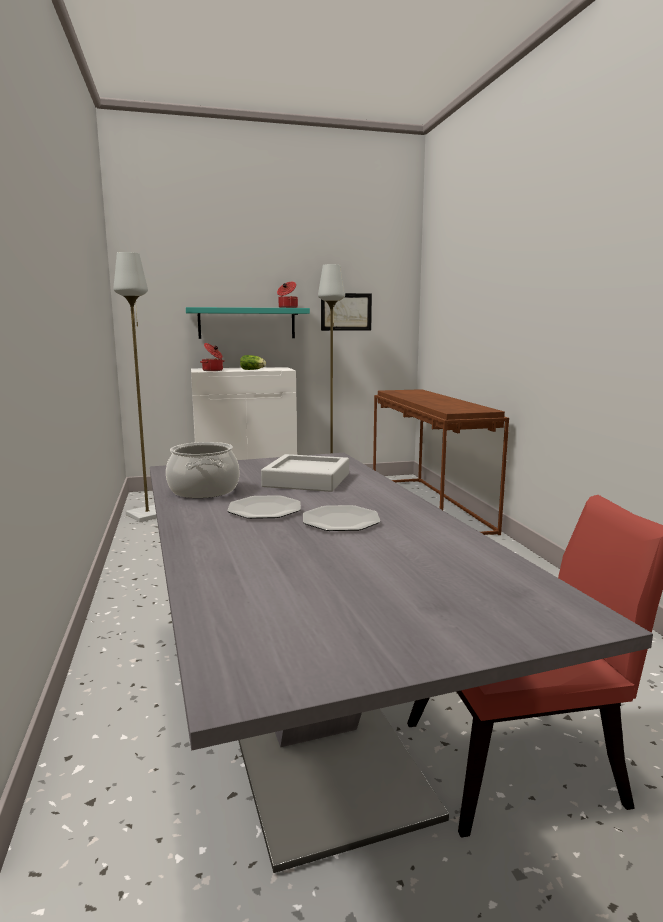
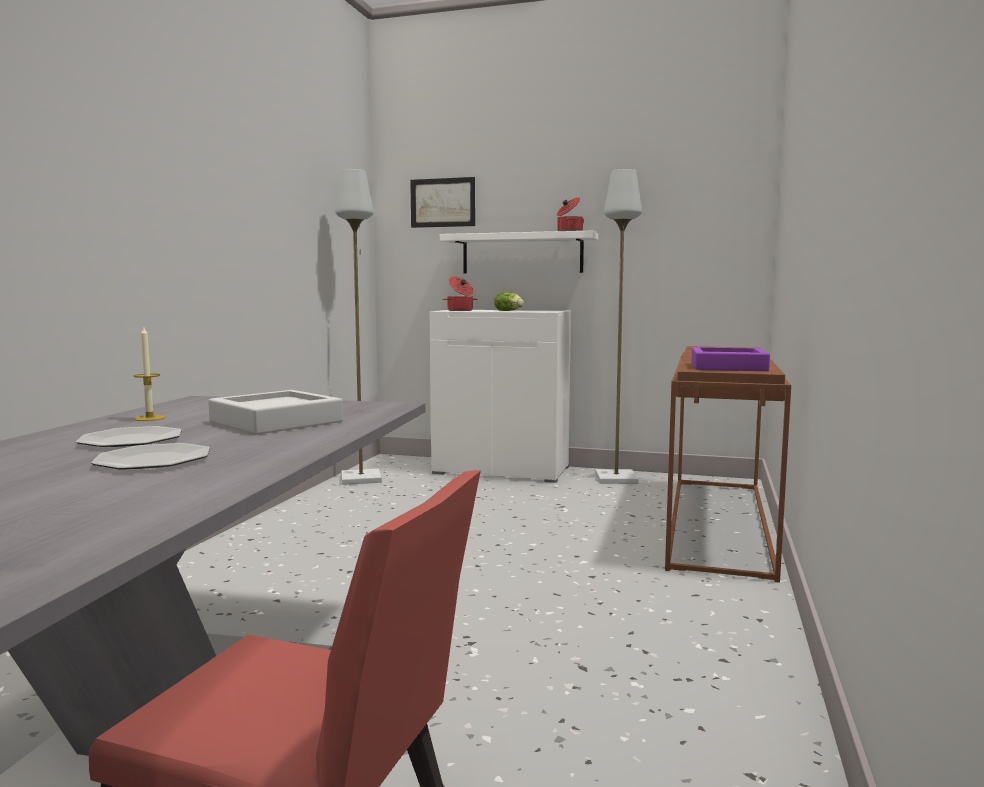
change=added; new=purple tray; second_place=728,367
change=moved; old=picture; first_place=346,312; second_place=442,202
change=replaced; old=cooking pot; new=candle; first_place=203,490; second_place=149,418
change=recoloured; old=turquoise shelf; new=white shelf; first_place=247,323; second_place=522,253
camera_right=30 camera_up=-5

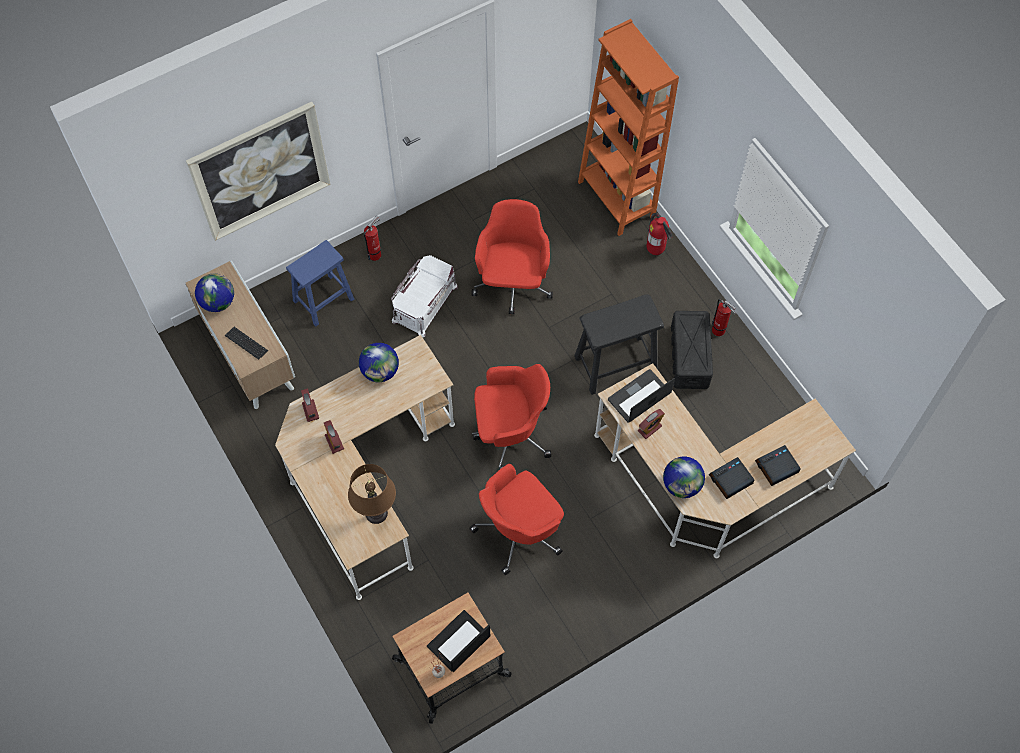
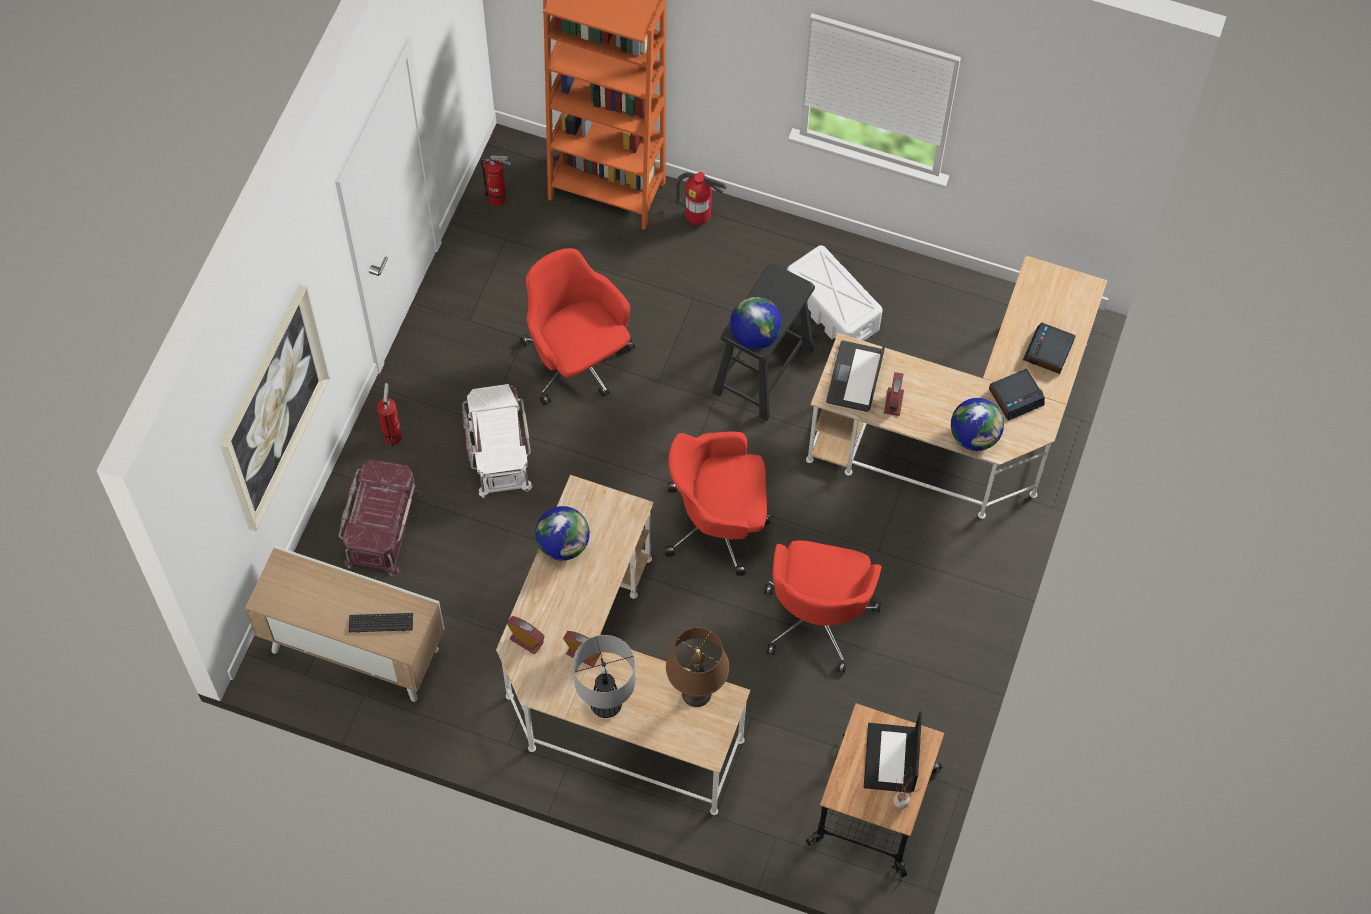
change=added; new=table lamp; second_place=606,705
change=moved; old=globe; first_place=218,302; second_place=754,335
change=moved; old=fire extinguisher; first_place=719,331; second_place=499,198
change=replaced; old=blue stool; new=red storage box; first_place=324,299; second_place=381,526
change=recoloured; old=black storage box; new=white storage box; first_place=689,356; second_place=831,308
change=turned; old=red office chair; first_place=510,433; second_place=718,523; degrees=-135
change=turned; old=alarm clock; first_place=730,480; second_place=1016,396; degrees=-135
camera_right=-40 camera_up=0

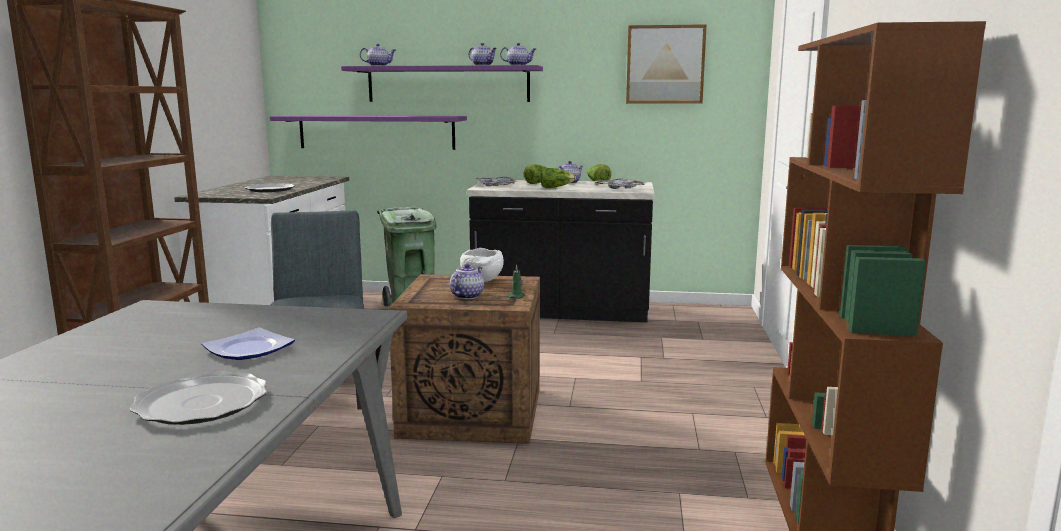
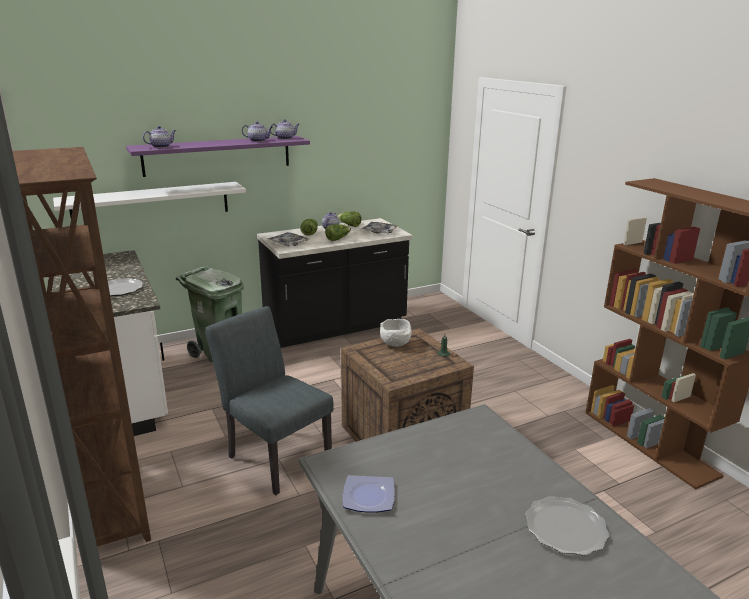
change=removed; old=teapot; first_place=467,296
change=removed; old=picture; first_place=665,64
change=moved; old=plate; first_place=251,350; second_place=369,496
change=recoloured; old=purple shelf; new=white shelf; first_place=376,132; second_place=152,204
camera_right=-35 camera_up=10

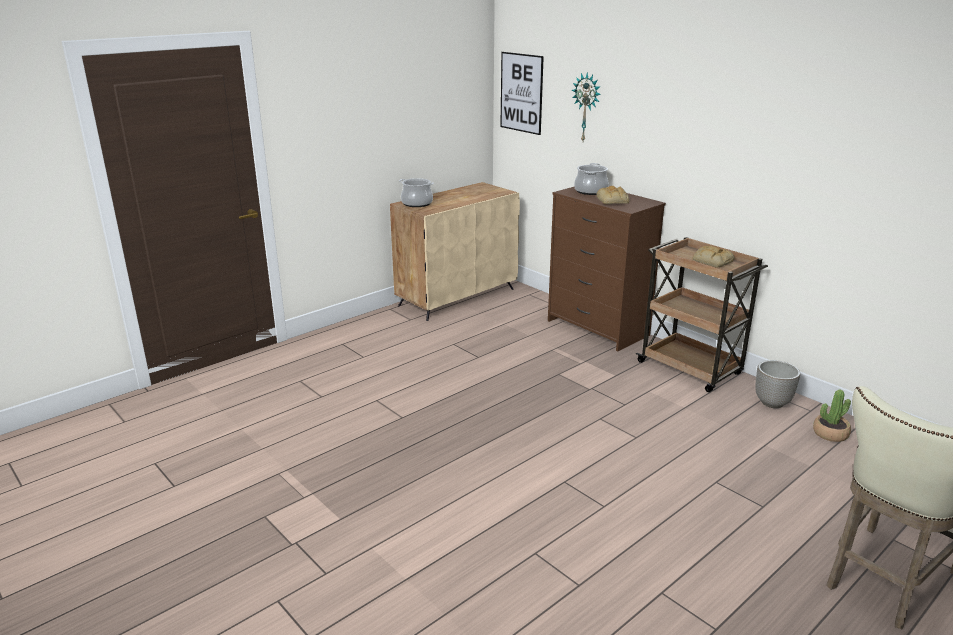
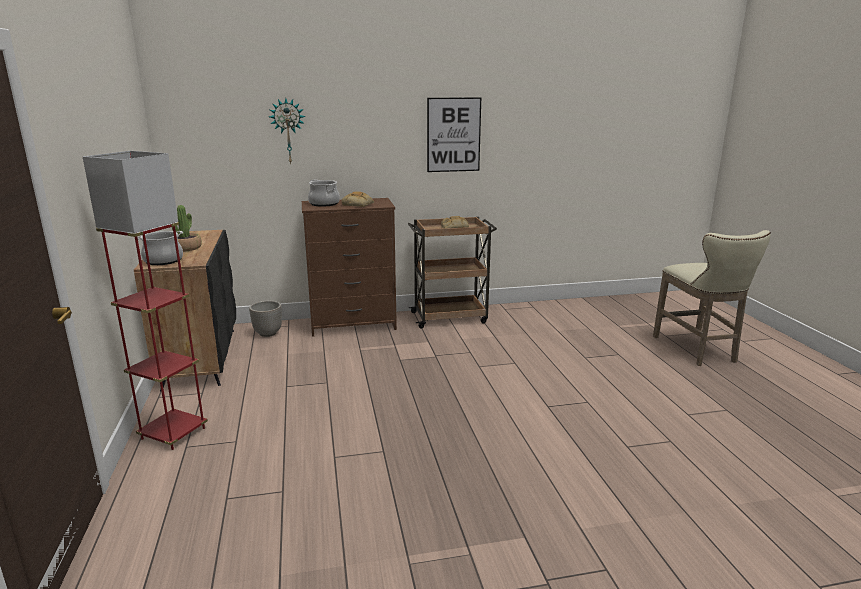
change=added; new=red floor lamp; second_place=173,433
change=moved; old=picture; first_place=521,93; second_place=453,135
change=moved; old=planter; first_place=772,403; second_place=268,333
change=moved; old=potted plant; first_place=830,434; second_place=186,248
change=recoloured; old=beige cabinet; new=black cabinet; first_place=457,297; second_place=200,357
camera_right=-60 camera_up=-5

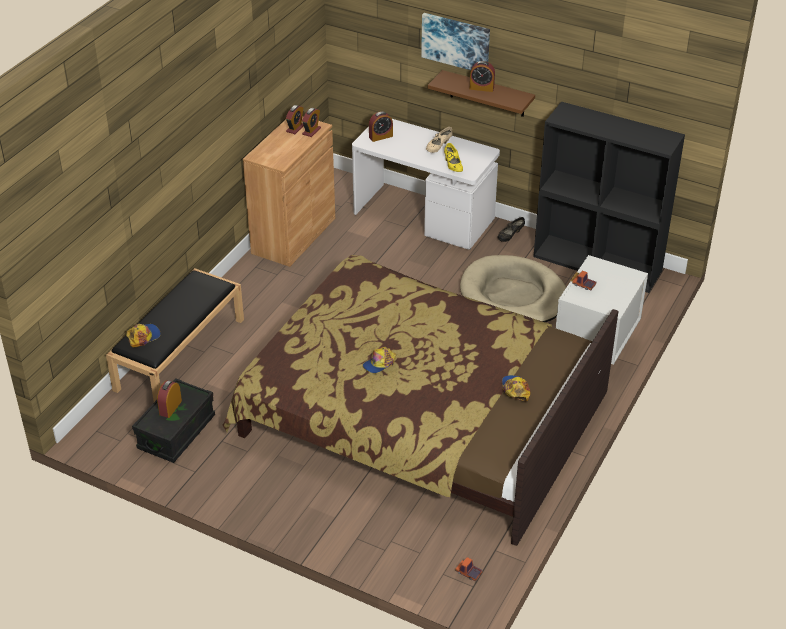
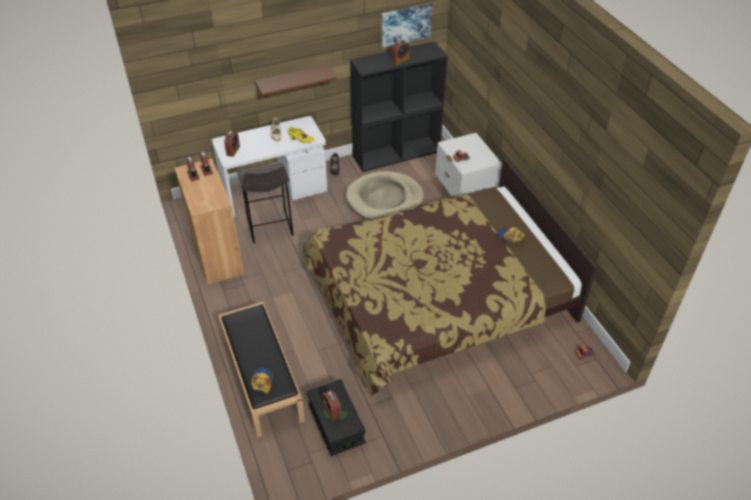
change=removed; old=cap; first_place=379,363
change=added; new=grey stool; second_place=270,228
change=moved; old=picture; first_place=456,42; second_place=406,24
change=moved; old=alarm clock; first_place=481,88; second_place=400,60
camera_right=-50 camera_up=5

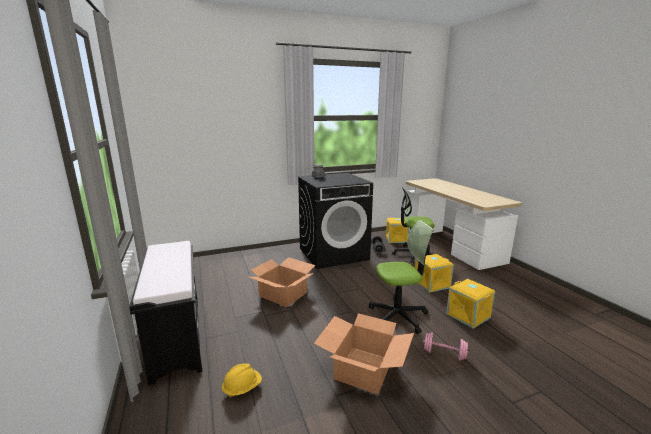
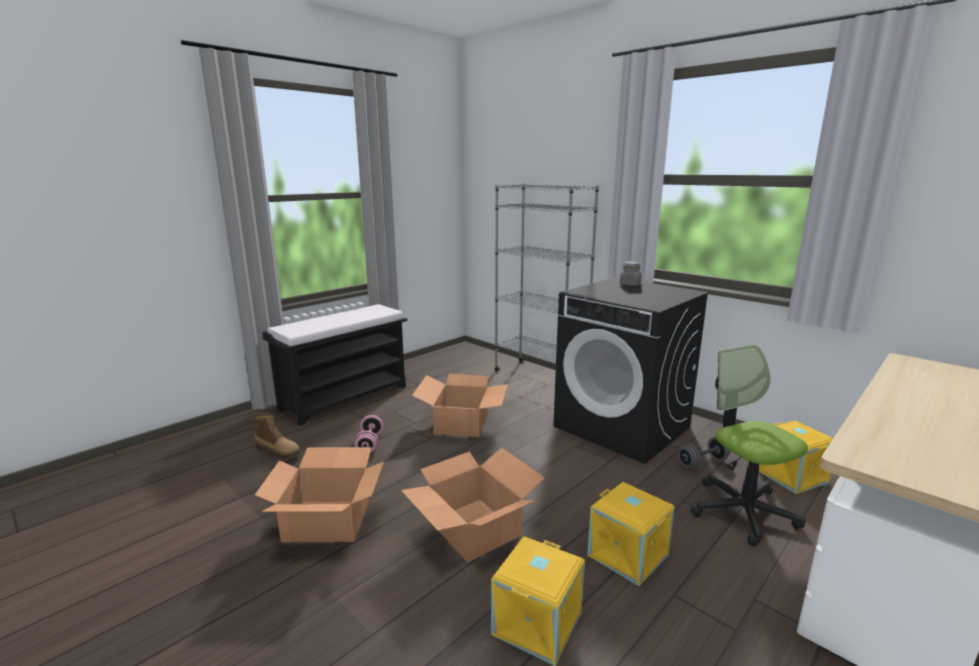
change=added; new=grey bookcase; second_place=539,376
change=moved; old=pink dumbbell; first_place=444,354; second_place=370,443
change=replaced; old=yellow hard hat; new=boot; first_place=242,388; second_place=279,452
change=replaced; old=office chair; new=cardboard box; first_place=398,316; second_place=474,529
camera_right=65 camera_up=0

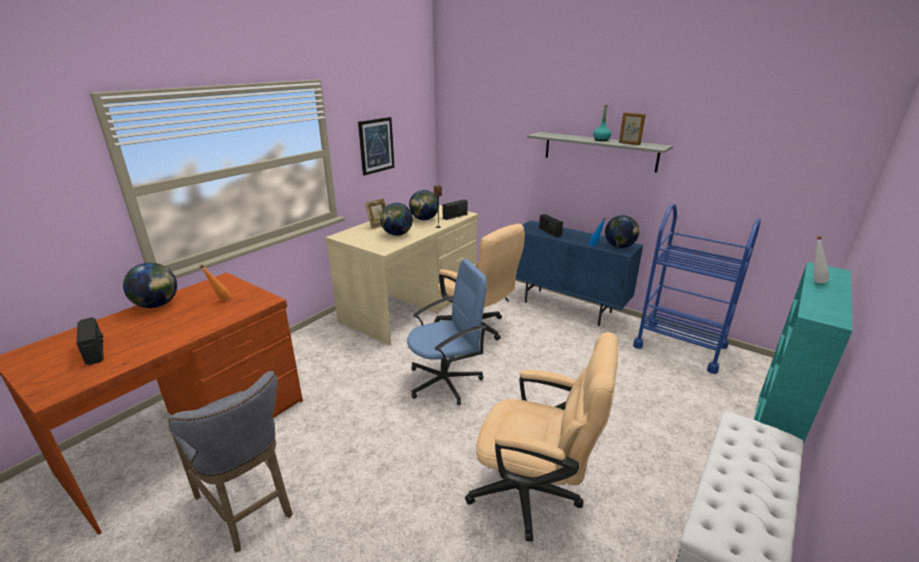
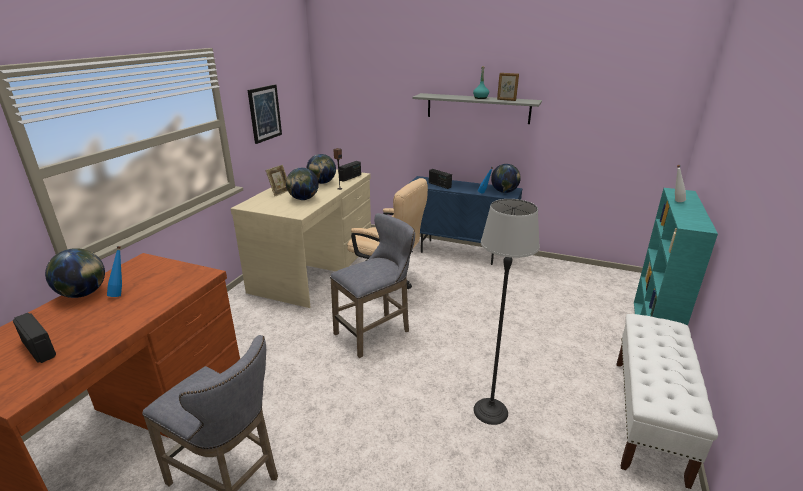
change=removed; old=orange bottle; first_place=221,302
change=removed; old=blue cart; first_place=680,346
change=added; new=blue bottle; second_place=121,293
change=replaced; old=blue office chair; new=grey stool; first_place=445,381; second_place=376,332
change=replaced; old=beige office chair; new=floor lamp; first_place=534,493; second_place=490,411
camera_right=-15 camera_up=0

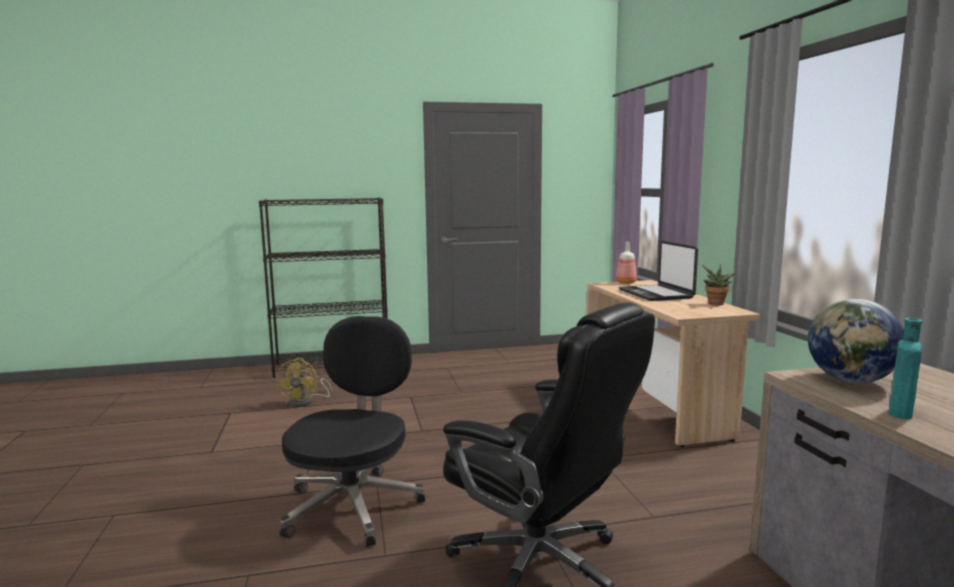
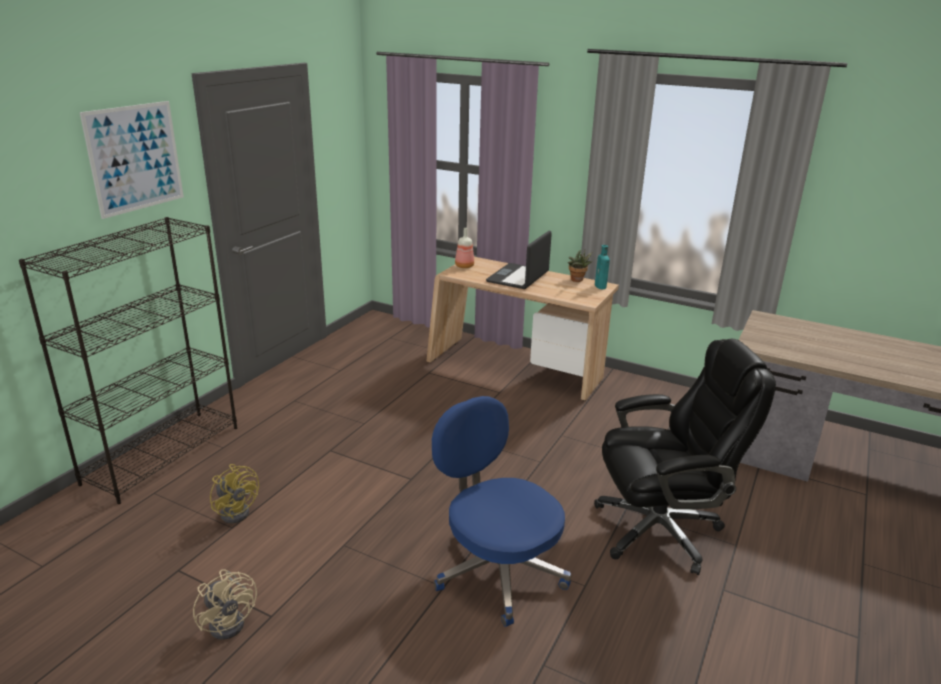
change=removed; old=globe; first_place=851,381
change=added; new=picture; second_place=135,158
change=added; new=beige fan; second_place=231,620
change=moved; old=turquoise bottle; first_place=900,413; second_place=600,287
change=recoloured; old=black office chair; new=blue office chair; first_place=353,505; second_place=497,570
change=turned; old=laptop; first_place=656,294; second_place=518,277; degrees=90
camera_right=-50 camera_up=15

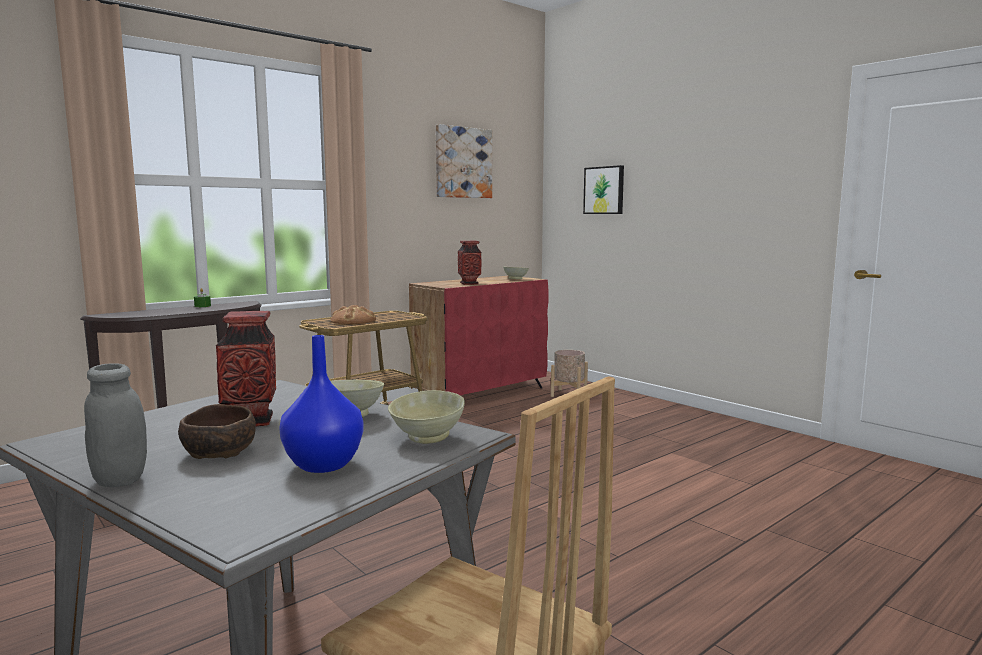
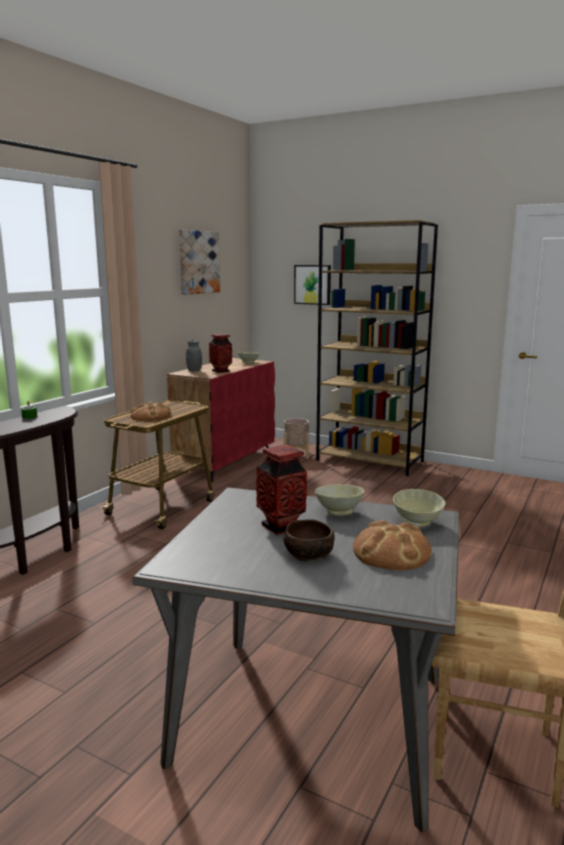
change=added; new=brown bookcase; second_place=370,461
change=moved; old=grey jar; first_place=120,480; second_place=194,370
change=replaced; old=blue vase; new=bread; first_place=325,465; second_place=391,551
camera_right=-20 camera_up=5

